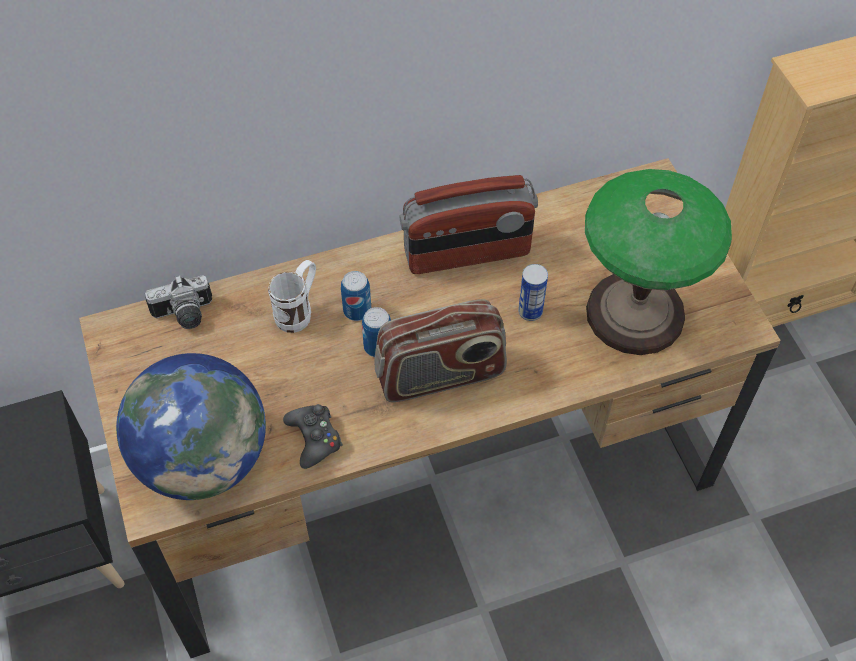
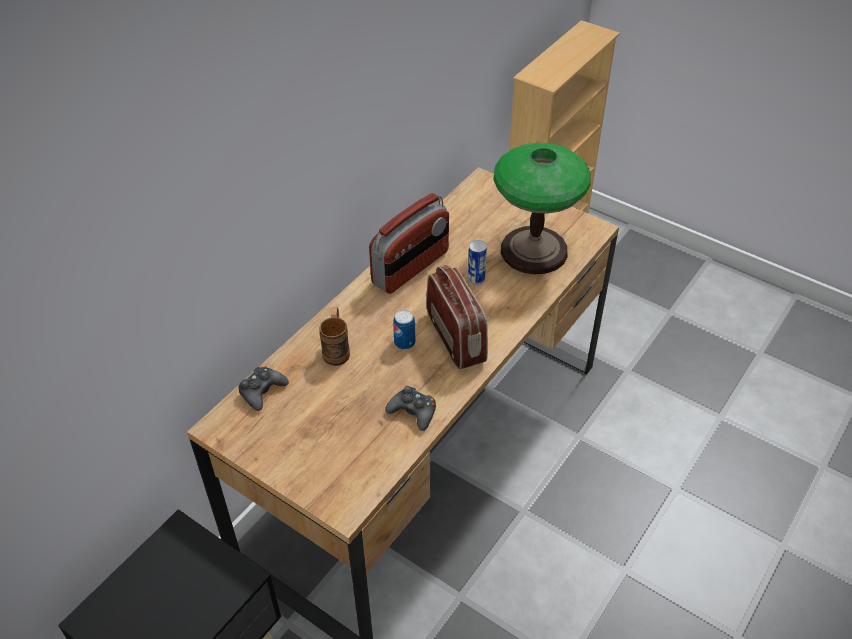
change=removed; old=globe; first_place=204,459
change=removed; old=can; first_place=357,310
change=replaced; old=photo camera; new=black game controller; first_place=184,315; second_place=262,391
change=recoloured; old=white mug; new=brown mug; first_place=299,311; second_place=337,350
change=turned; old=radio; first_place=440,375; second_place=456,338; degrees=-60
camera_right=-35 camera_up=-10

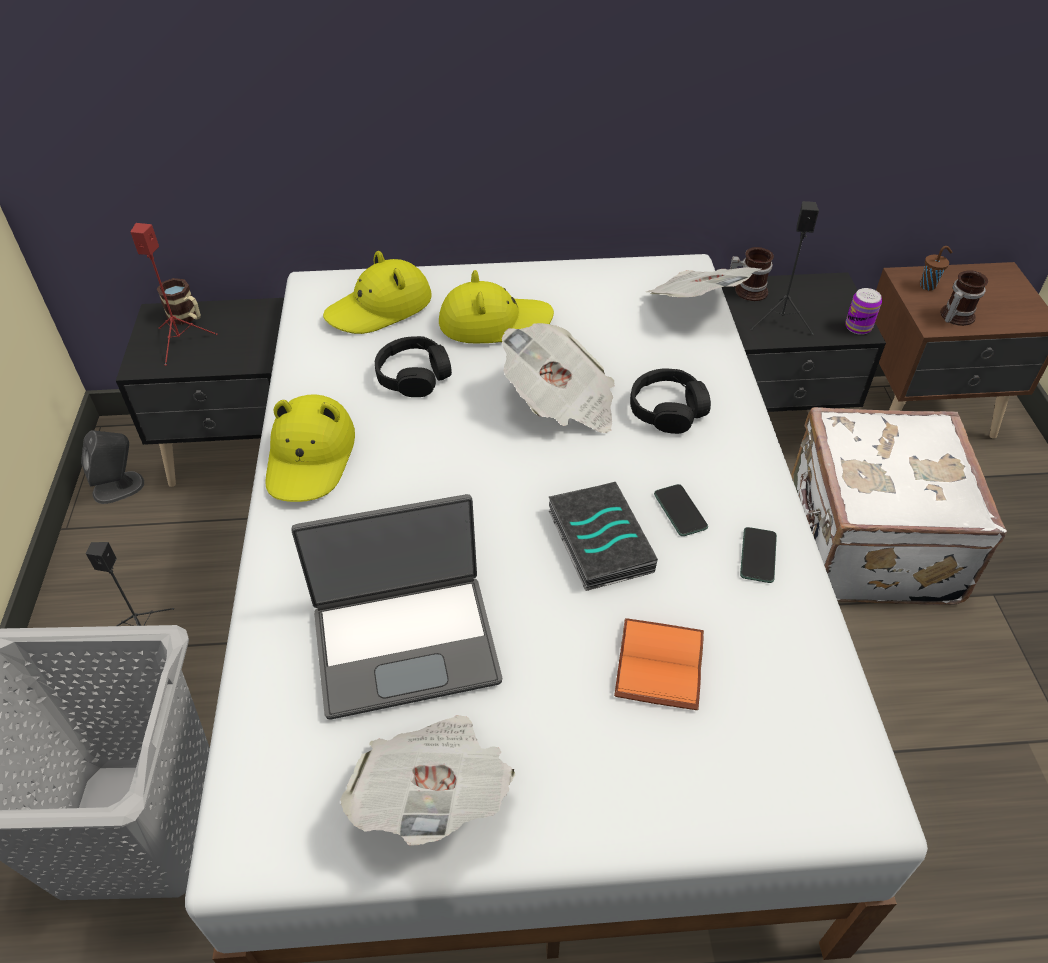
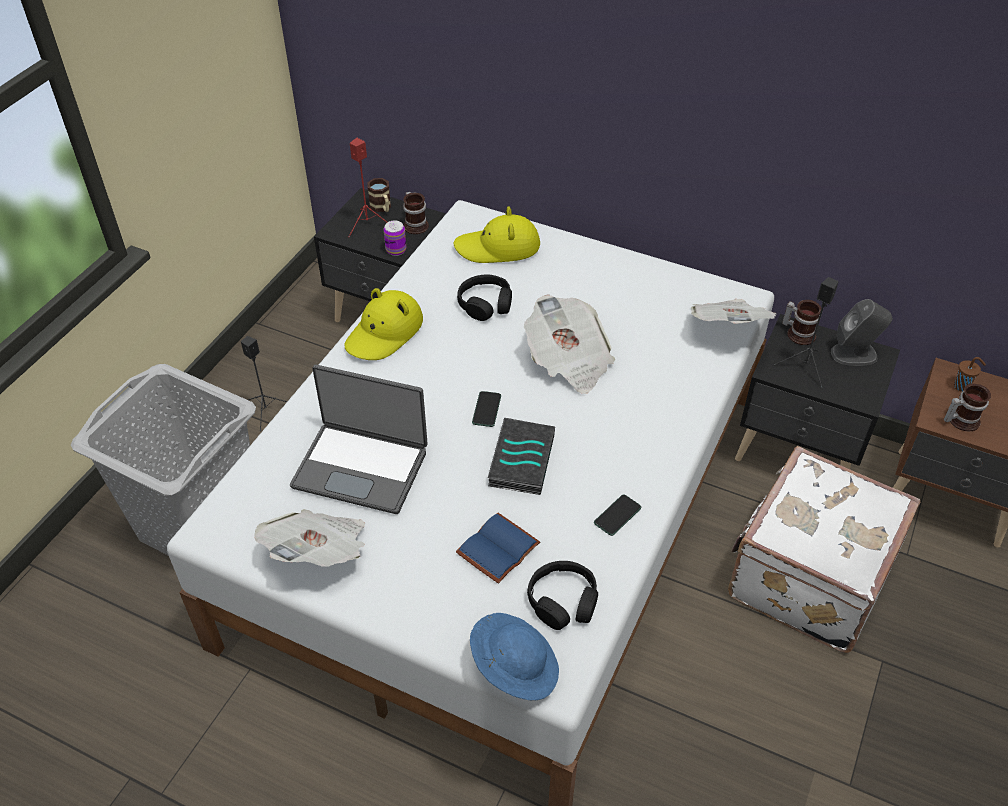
change=removed; old=yellow hat; first_place=494,322
change=added; new=mug; second_place=416,224
change=added; new=blue hat; second_place=514,667
change=moved; old=grey speaker; first_place=119,487; second_place=854,354
change=moved; old=black headphones; first_place=667,410; second_place=563,601
change=moved; old=phone; first_place=680,511; second_place=486,409
change=moved; old=can; first_place=858,327; second_place=396,250
change=recoloured; old=orange book; new=blue book; first_place=662,666; second_place=499,550
camera_right=30 camera_up=0

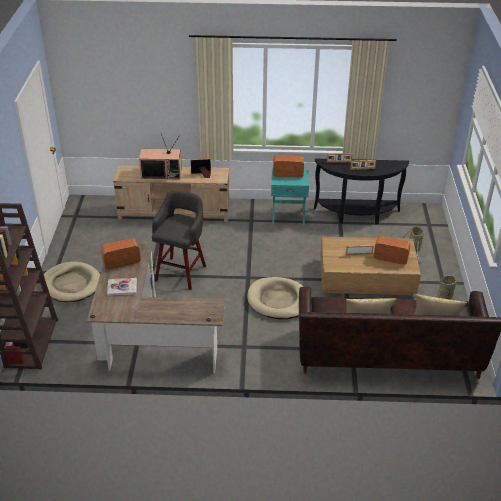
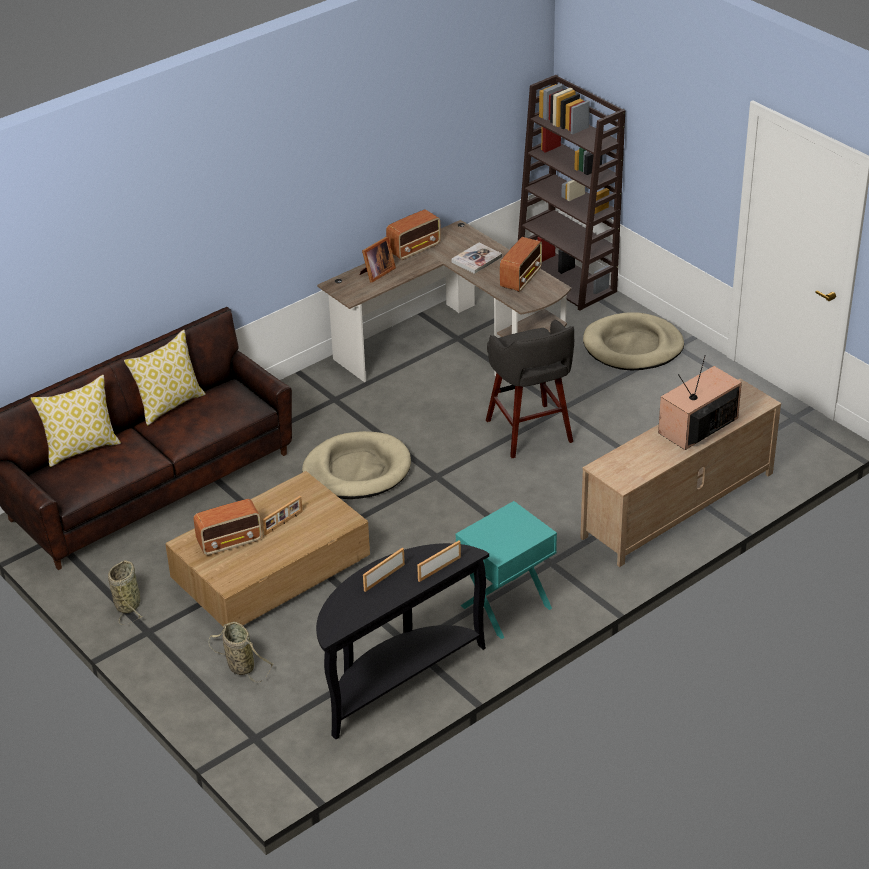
change=moved; old=picture frame; first_place=202,175; second_place=376,273
change=moved; old=radio; first_place=287,174; second_place=414,249
camera_right=140 camera_up=0

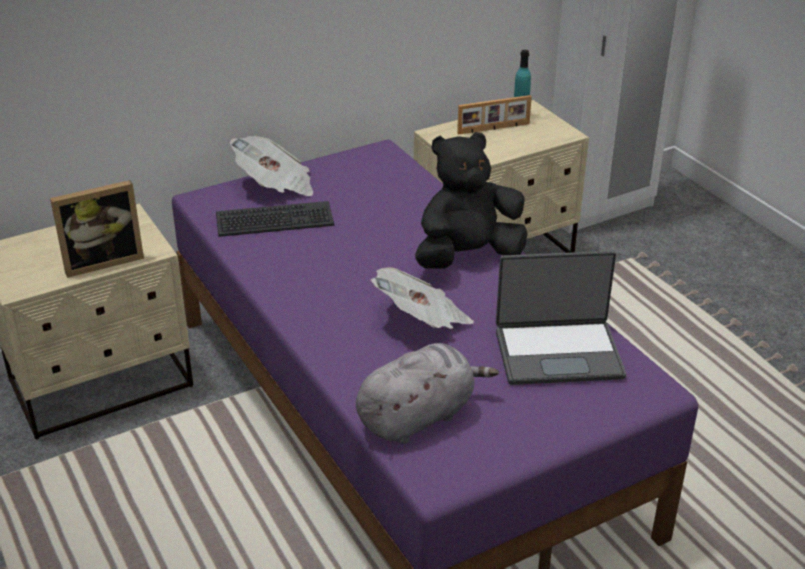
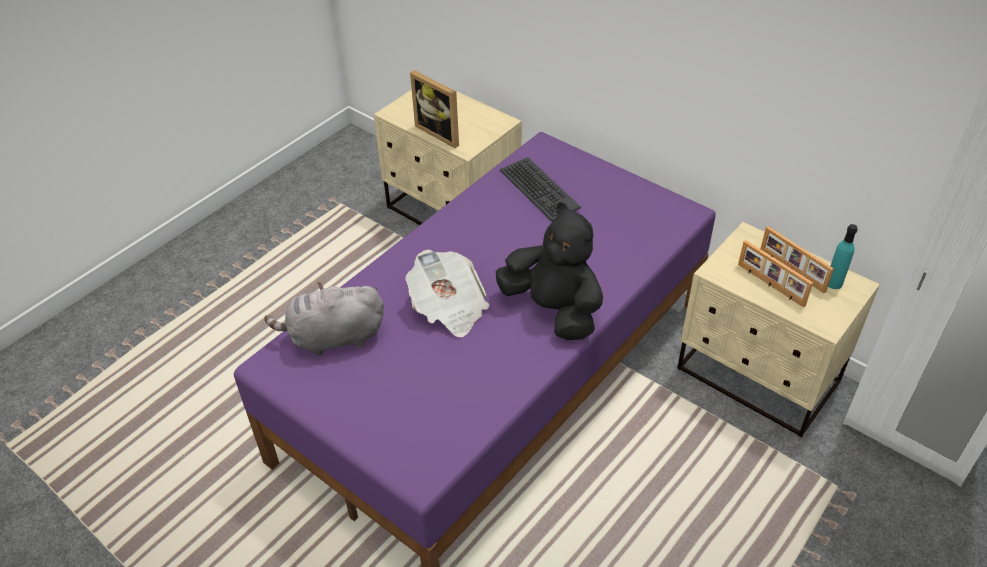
change=removed; old=newspaper; first_place=275,186
change=removed; old=laptop; first_place=558,352
change=added; new=picture frame; second_place=770,285
change=turned; old=grey plush toy; first_place=419,416; second_place=333,338; degrees=135
camera_right=70 camera_up=10

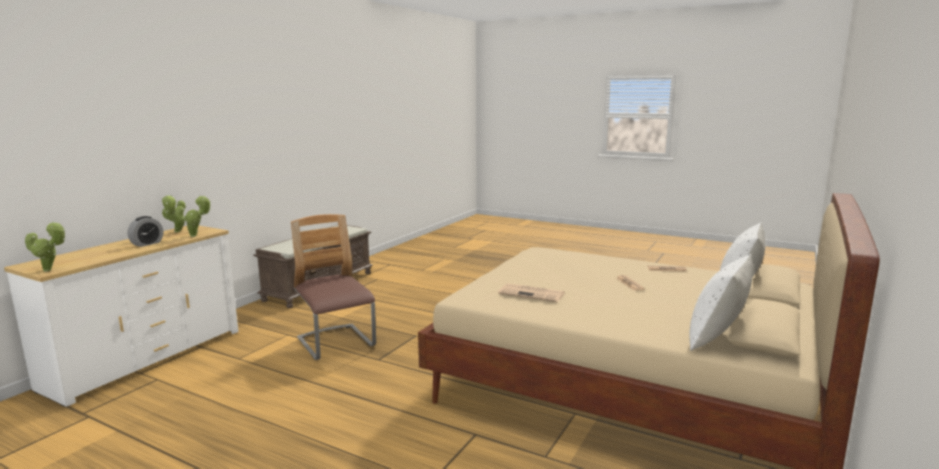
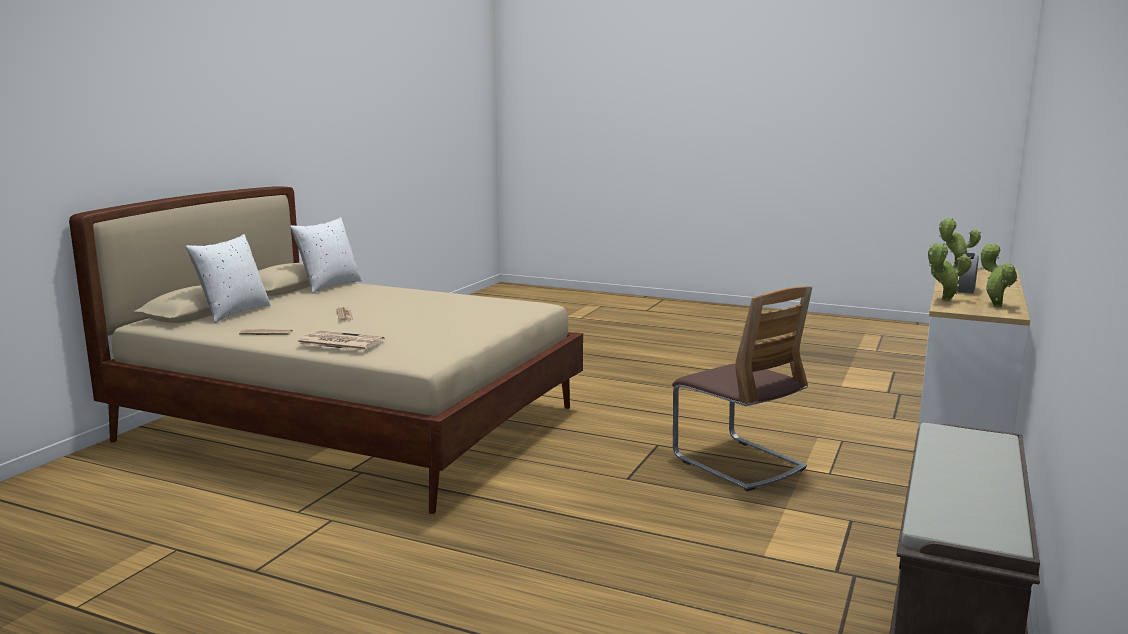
change=moved; old=newspaper; first_place=532,293; second_place=339,342
camera_right=175 camera_up=0

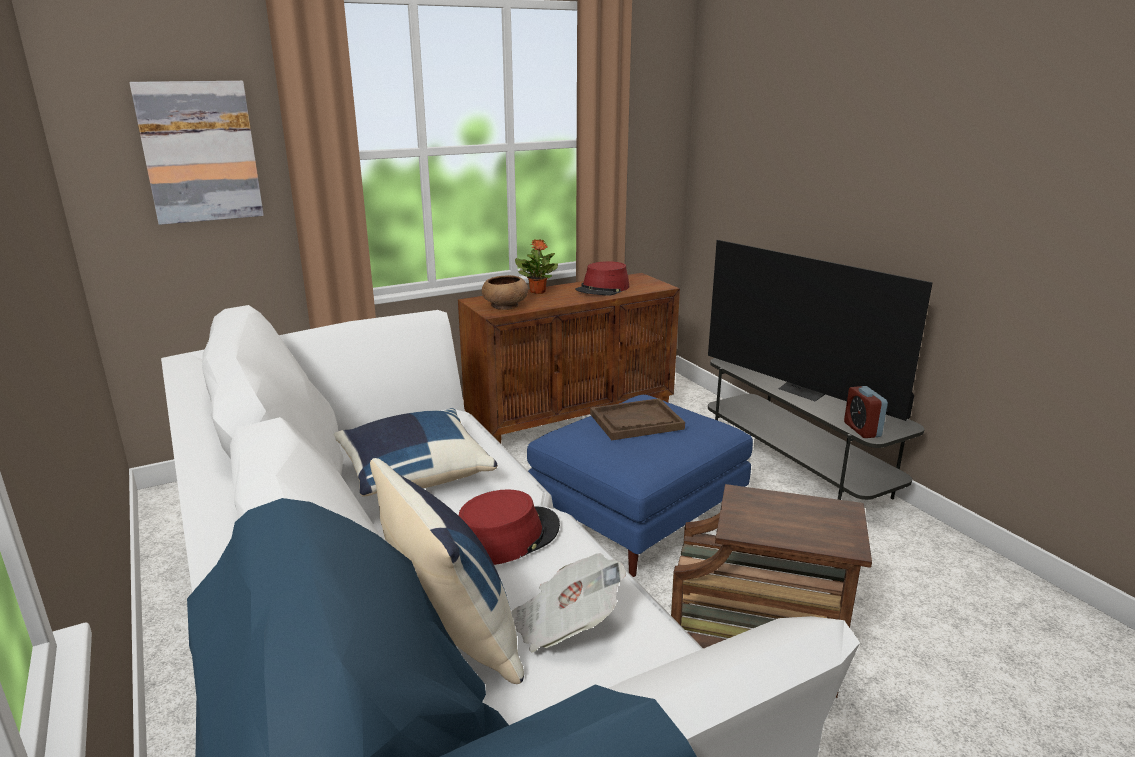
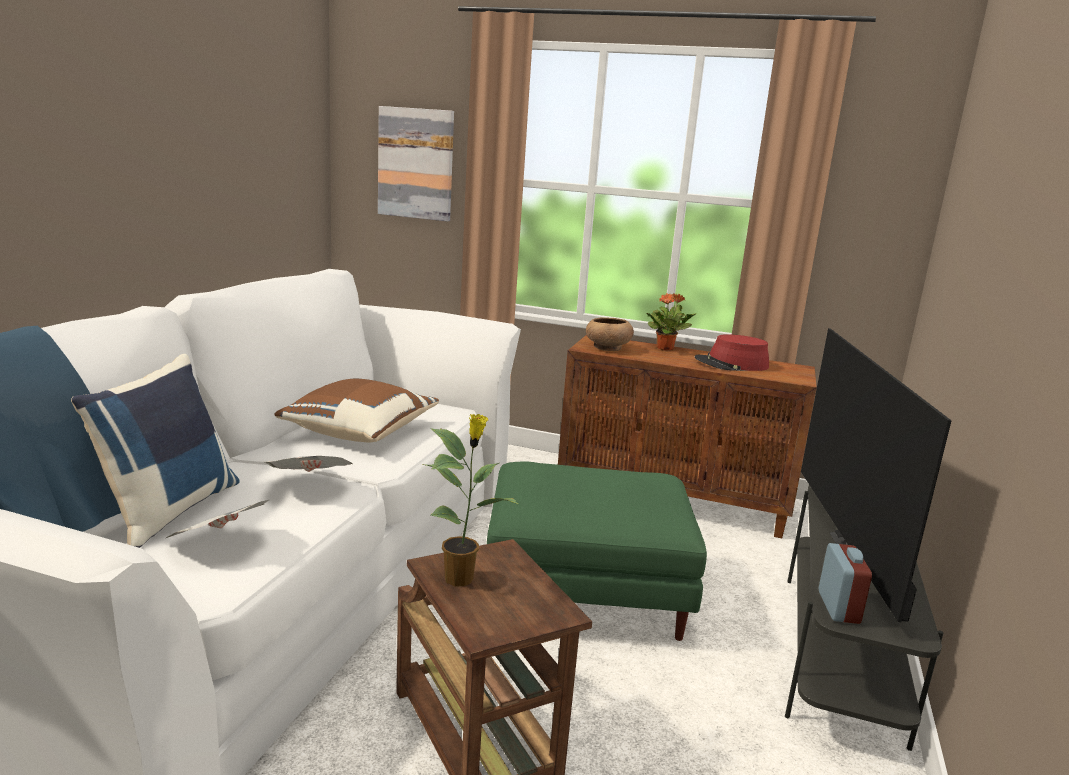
change=removed; old=brown tray; first_place=636,422
change=added; new=potted plant; second_place=461,578
change=replaced; old=red hat; new=newspaper; first_place=507,537; second_place=310,485
change=recoloured; old=blue pillow; new=brown pillow; first_place=414,475; second_place=358,432
change=recoloured; old=blue ottoman; new=green ottoman; first_place=637,519; second_place=582,593
change=turned; old=alarm clock; first_place=862,429; second_place=838,607; degrees=150
camera_right=45 camera_up=-5

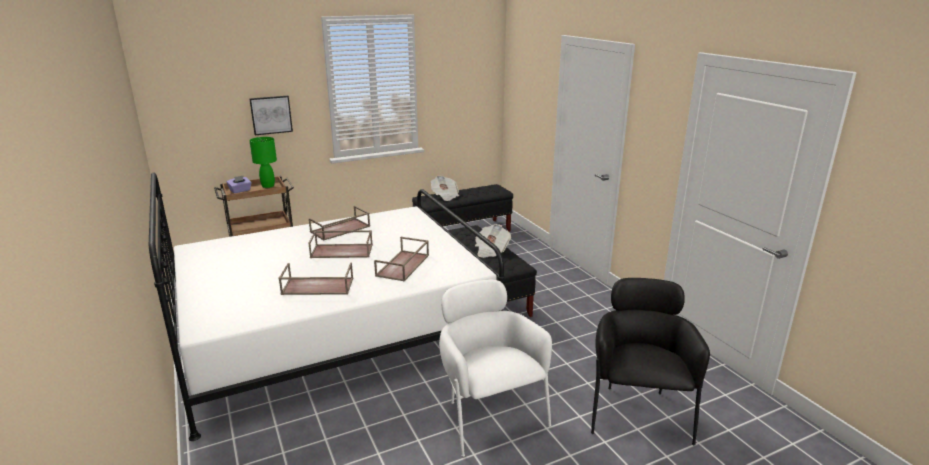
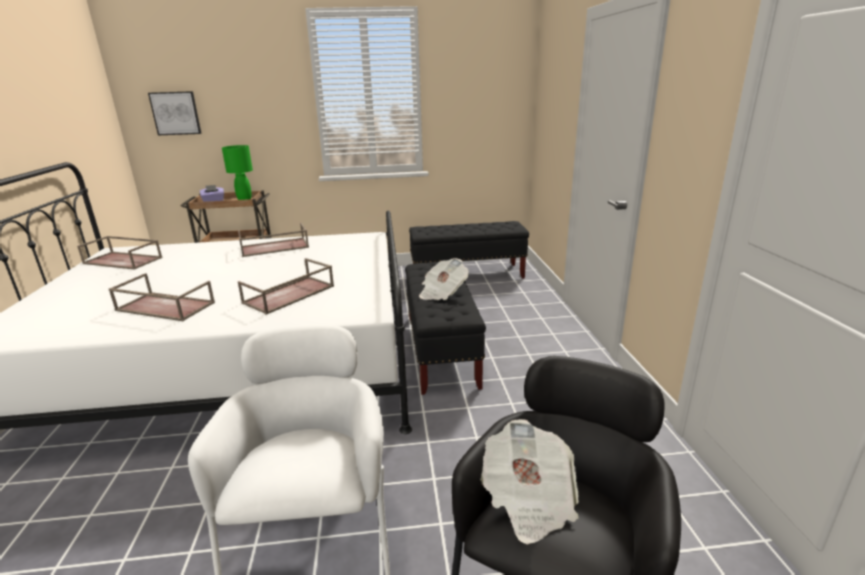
change=moved; old=picture; first_place=271,115; second_place=175,113
change=moved; old=brown tray; first_place=342,251; second_place=124,260
change=moved; old=newspaper; first_place=445,196; second_place=528,500
camera_right=20 camera_up=0

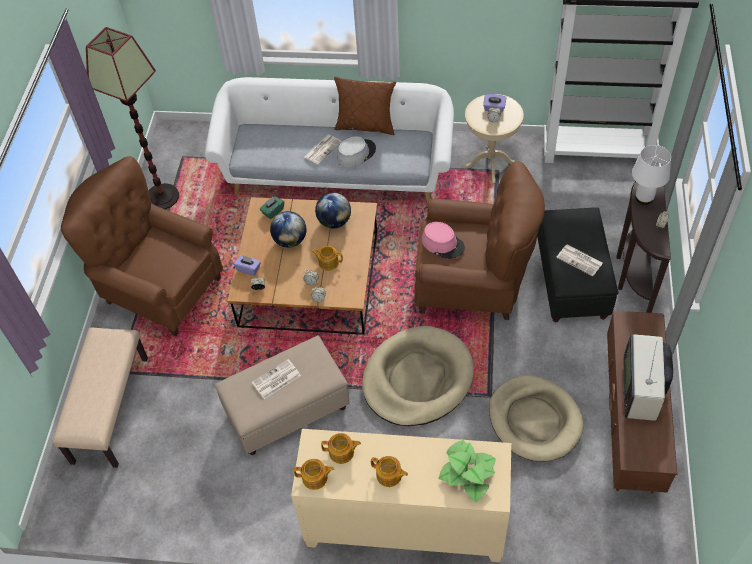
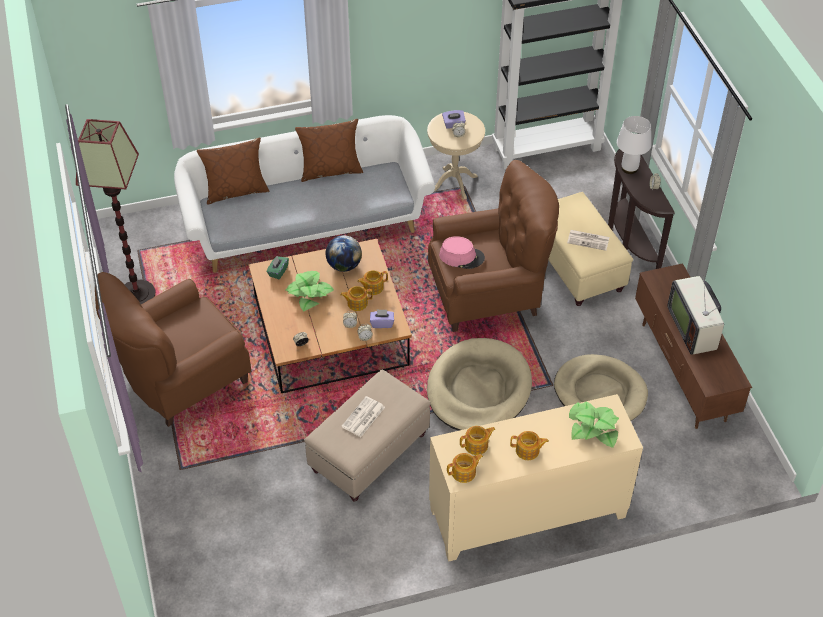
change=removed; old=beige bench; first_place=110,409
change=removed; old=newspaper; first_place=322,149
change=removed; old=grey hat; first_place=356,153
change=added; new=brown pillow; second_place=236,191
change=added; new=teapot; second_place=372,287
change=moved; old=purple tissue box; first_place=248,269; second_place=382,323
change=replaced; old=globe; new=potted plant; first_place=290,240; second_place=309,293
change=recoloured; old=black ottoman; new=beige ottoman; first_place=572,281; second_place=577,267
change=turned; old=brown armchair; first_place=159,289; second_place=181,381; degrees=-45
camera_right=-25 camera_up=-5

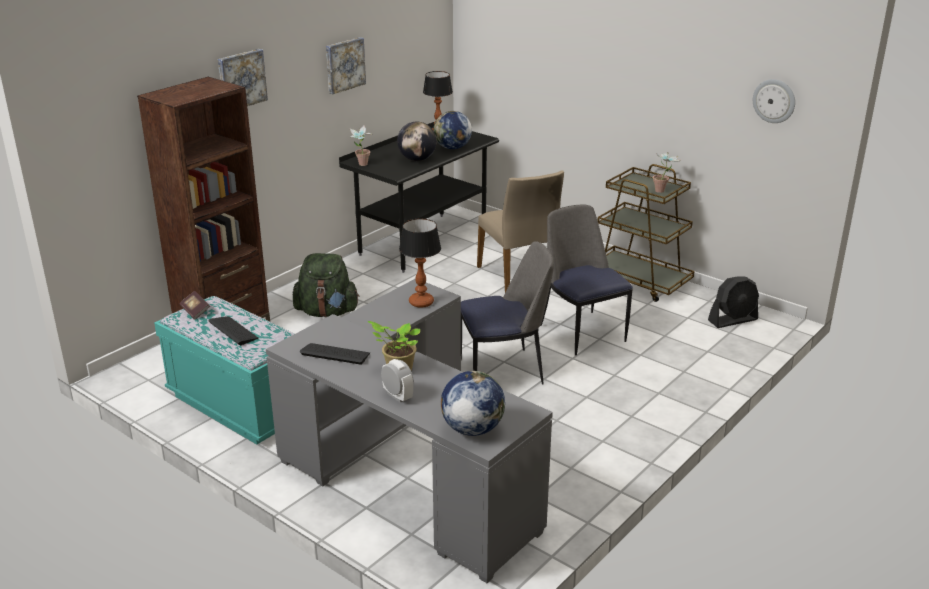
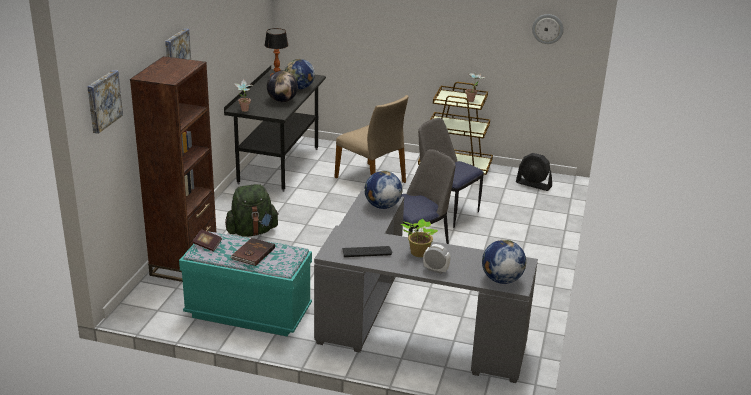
change=moved; old=picture; first_place=344,65; second_place=103,101
change=replaced; old=keyboard; new=brown book; first_place=233,331; second_place=252,253
change=replaced; old=table lamp; new=globe; first_place=420,302; second_place=382,206
change=turned; old=black fan; first_place=733,320; second_place=533,184; degrees=75
camera_right=-25 camera_up=0

